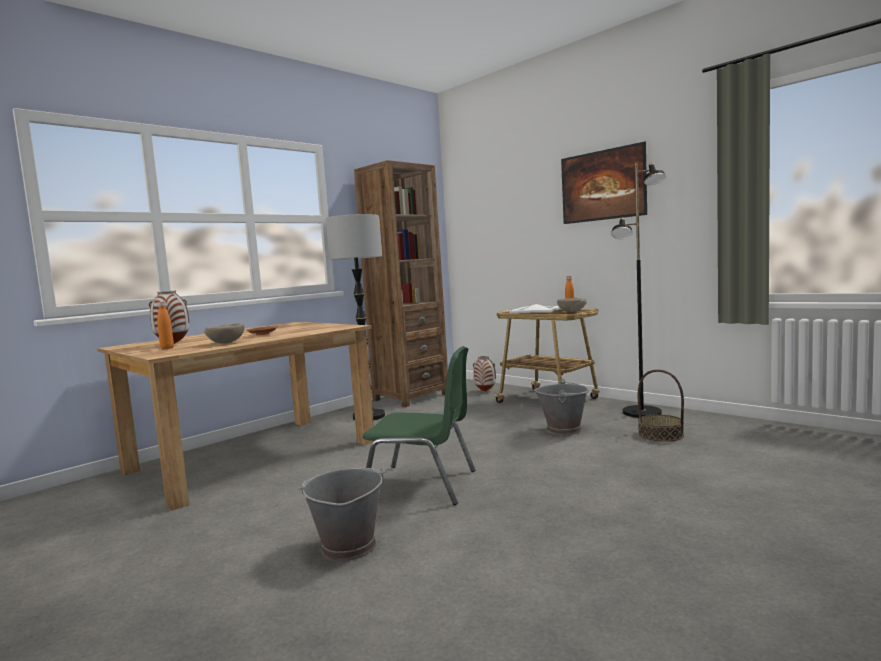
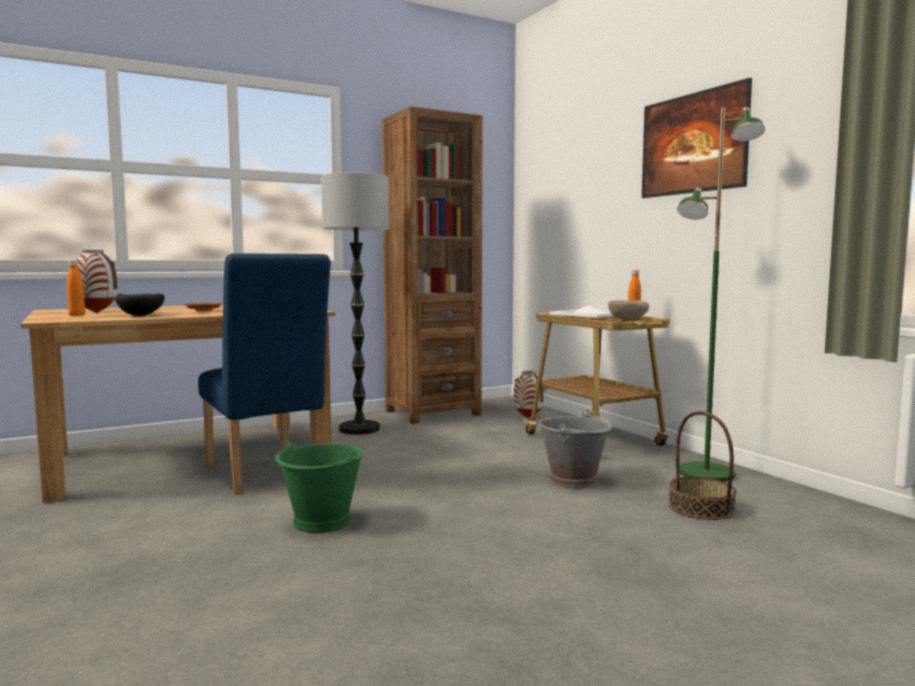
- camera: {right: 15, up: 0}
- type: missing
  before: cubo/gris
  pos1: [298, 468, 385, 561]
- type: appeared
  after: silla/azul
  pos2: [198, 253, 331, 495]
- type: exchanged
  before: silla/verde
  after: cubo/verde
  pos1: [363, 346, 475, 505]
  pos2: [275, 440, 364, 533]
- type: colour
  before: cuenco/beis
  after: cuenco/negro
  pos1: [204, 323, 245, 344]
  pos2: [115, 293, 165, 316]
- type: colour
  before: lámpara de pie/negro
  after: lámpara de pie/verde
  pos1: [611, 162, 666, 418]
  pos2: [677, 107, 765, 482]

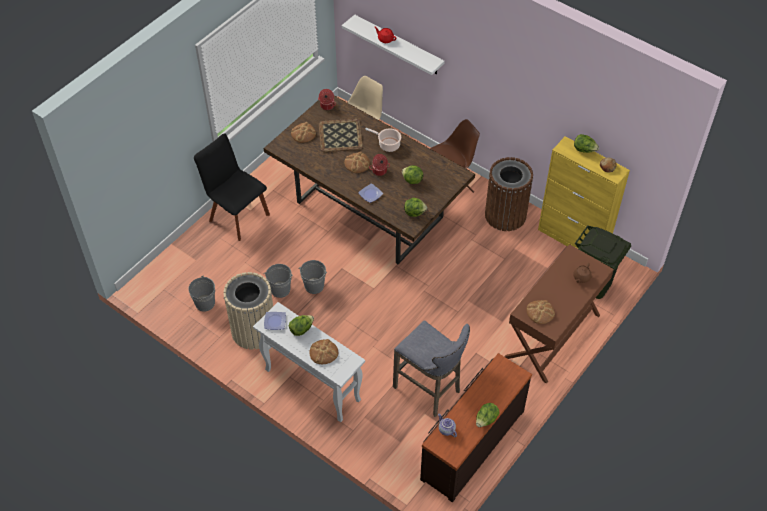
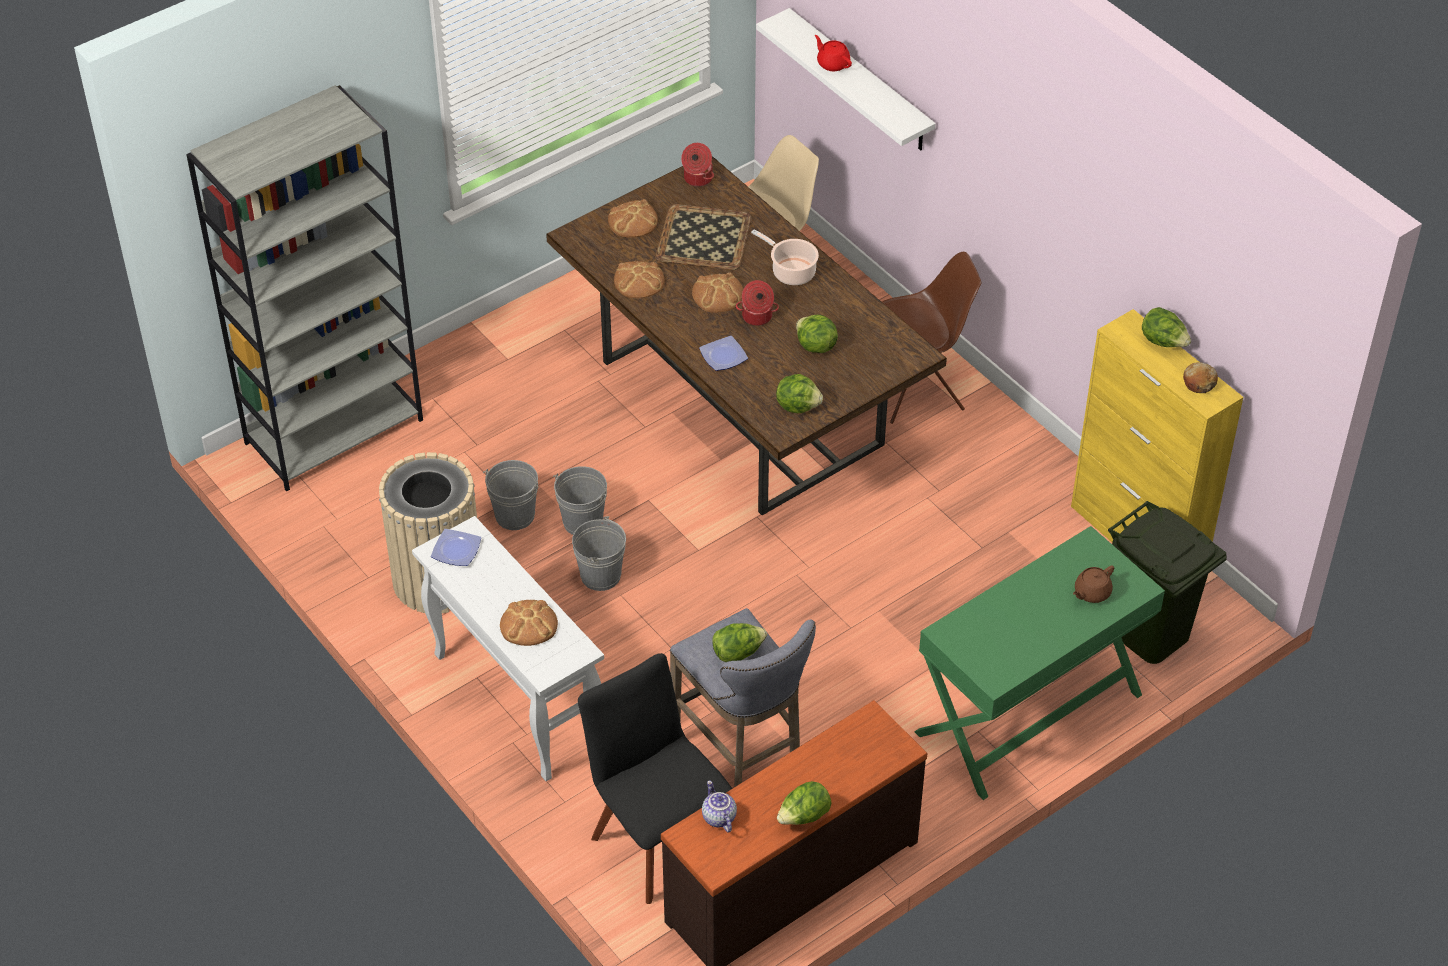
- camera: {right: 15, up: -5}
- type: missing
  before: papelera/marrón
  pos1: [485, 157, 533, 231]
- type: appeared
  after: estantería/gris
  pos2: [186, 85, 423, 492]
- type: relocated
  before: cubo/gris
  pos1: [188, 275, 215, 312]
  pos2: [572, 516, 626, 591]
- type: relocated
  before: silla/negro
  pos1: [194, 133, 270, 241]
  pos2: [578, 653, 732, 904]
- type: relocated
  before: lechuga
  pos1: [289, 315, 314, 336]
  pos2: [712, 623, 767, 662]
- type: relocated
  before: pan
  pos1: [527, 300, 555, 324]
  pos2: [614, 261, 664, 299]
- type: colour
  before: escritorio/marrón
  after: escritorio/verde
  pos1: [504, 244, 614, 384]
  pos2: [914, 526, 1165, 800]

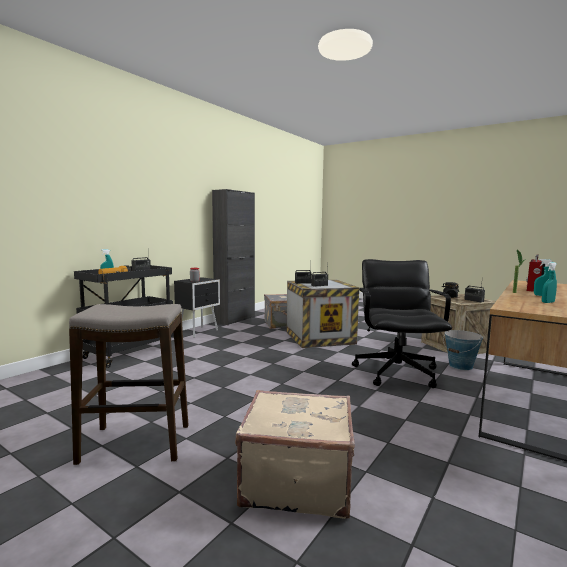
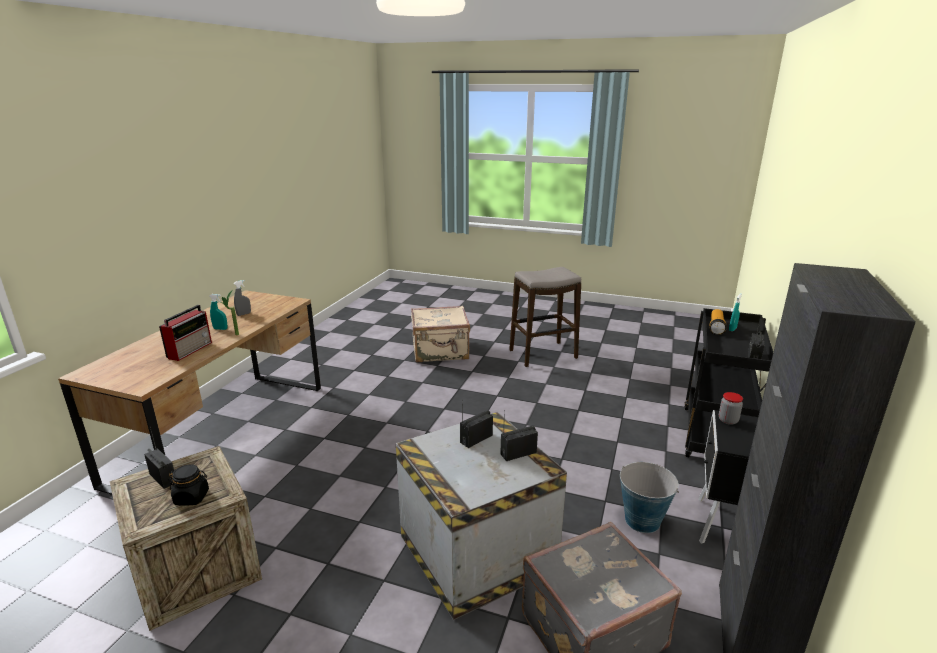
- camera: {right: 165, up: 15}
- type: missing
  before: silla de oficina/negro
  pos1: [352, 259, 452, 388]
- type: relocated
  before: cubo
  pos1: [443, 330, 483, 370]
  pos2: [620, 462, 679, 533]
- type: colour
  before: pulverizador/turquesa
  after: pulverizador/gris
  pos1: [542, 262, 557, 303]
  pos2: [234, 280, 251, 316]

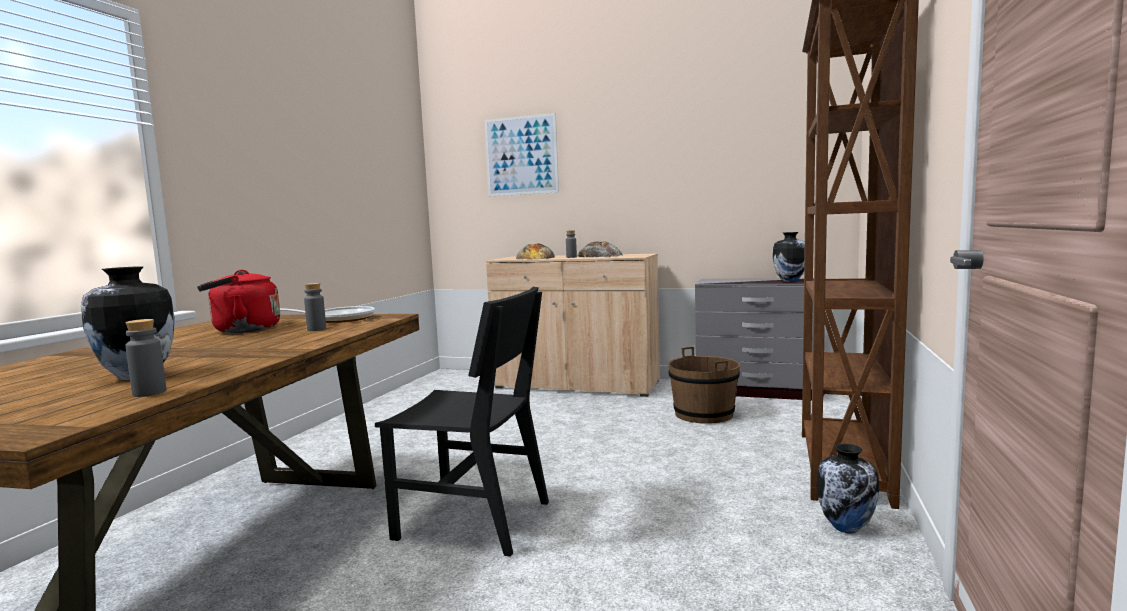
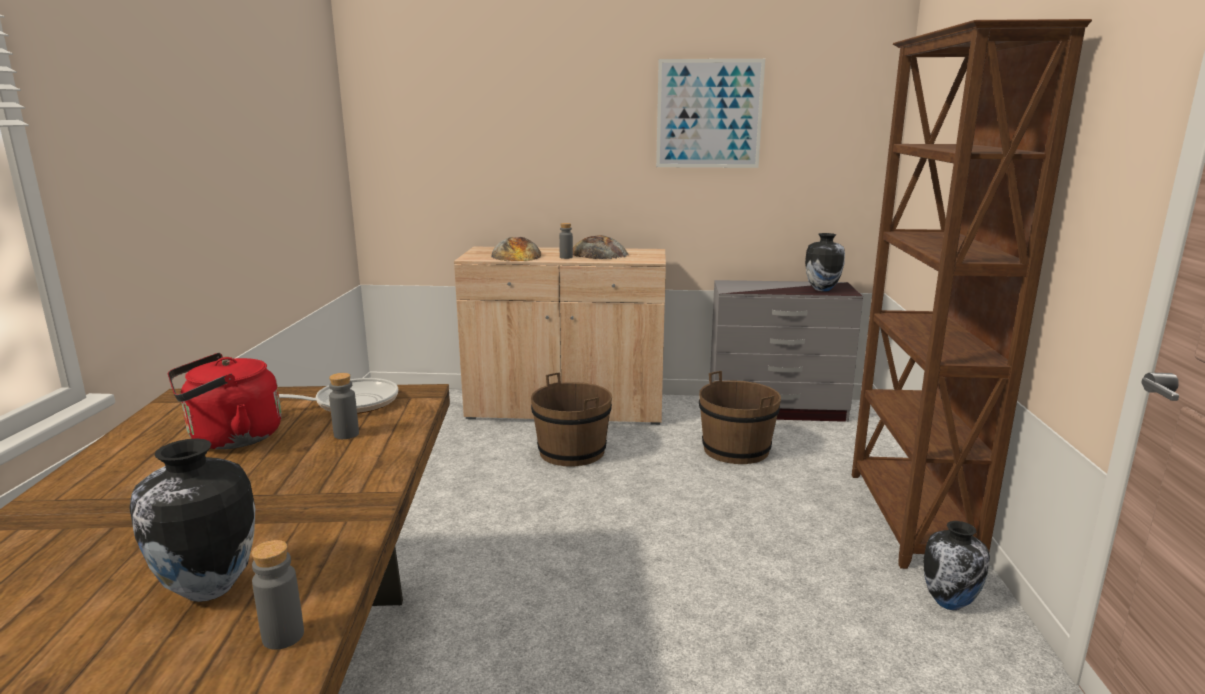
- camera: {right: -15, up: 10}
- type: missing
  before: silla/negro
  pos1: [375, 287, 549, 557]
- type: appeared
  after: cubo/marrón
  pos2: [531, 372, 612, 467]
- type: relocated
  before: cuadro
  pos1: [485, 113, 559, 196]
  pos2: [656, 59, 765, 168]

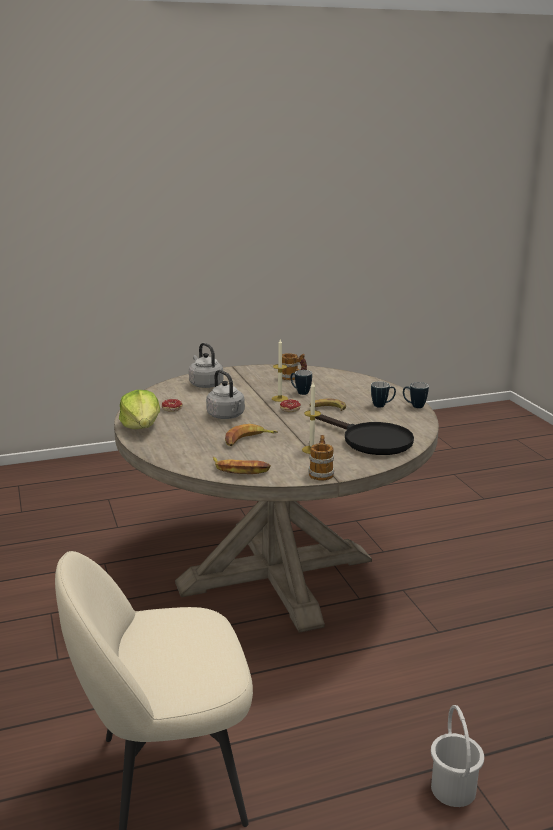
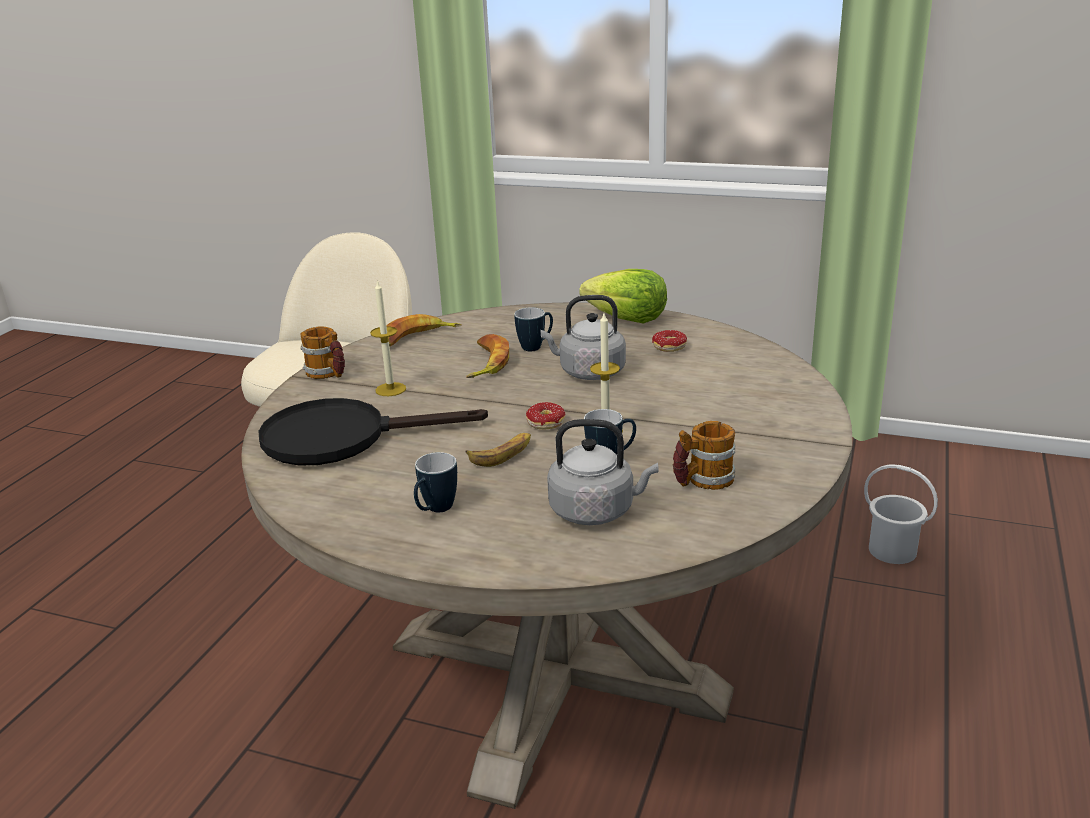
- camera: {right: 130, up: 5}
- type: relocated
  before: hervidor/gris
  pos1: [189, 343, 224, 388]
  pos2: [547, 419, 659, 525]
- type: relocated
  before: taza grande
  pos1: [403, 382, 429, 408]
  pos2: [514, 307, 553, 352]
- type: relocated
  before: cubo/blanco
  pos1: [431, 705, 484, 807]
  pos2: [864, 465, 938, 564]

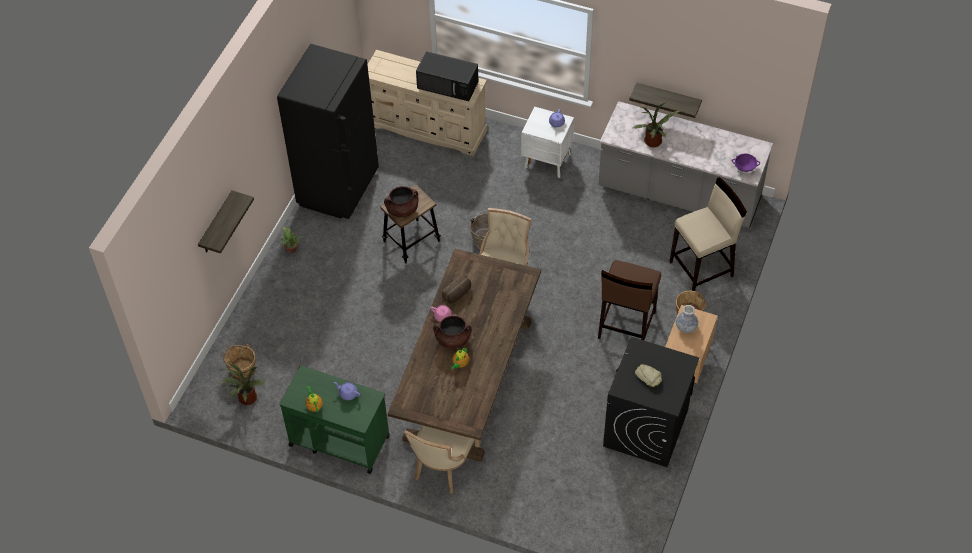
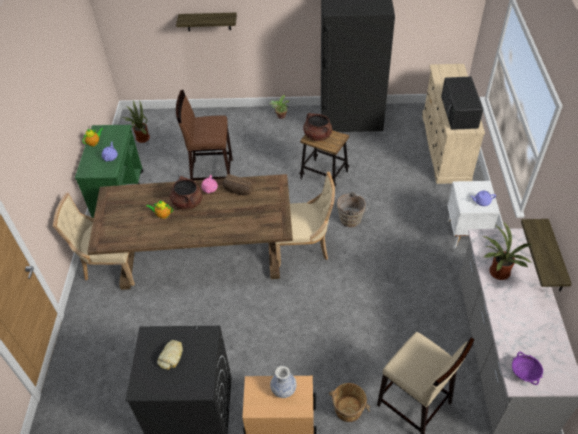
- camera: {right: 70, up: -5}
- type: missing
  before: cubo/marrón
  pos1: [223, 344, 255, 380]
- type: relocated
  before: taburete/marrón
  pos1: [598, 260, 661, 340]
  pos2: [176, 90, 233, 180]

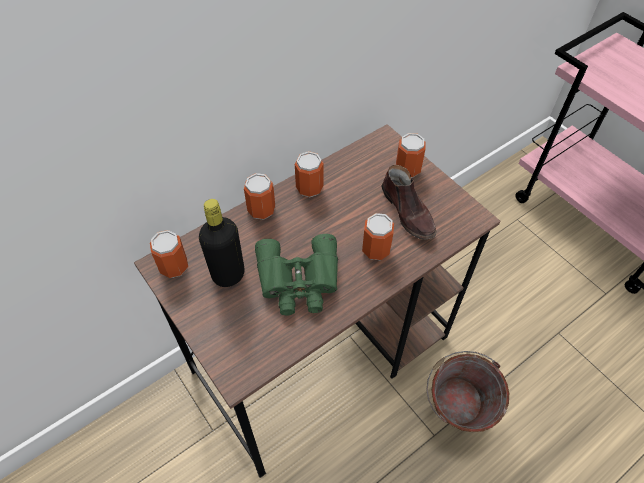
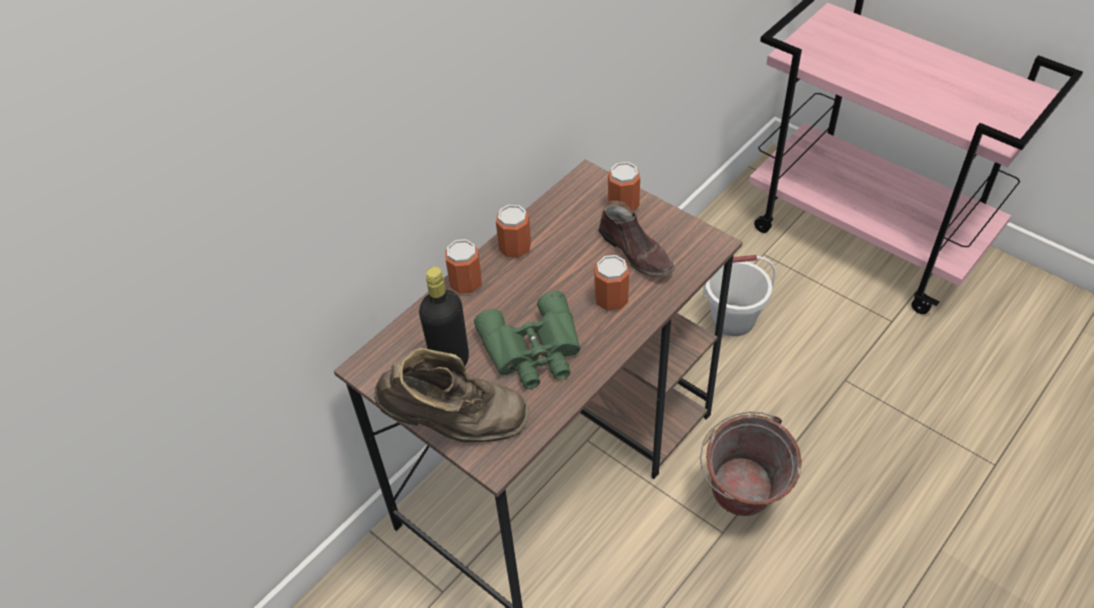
- camera: {right: -10, up: -5}
- type: missing
  before: lata
  pos1: [150, 230, 188, 278]
- type: appeared
  after: bota/marrón
  pos2: [374, 348, 529, 443]
- type: appeared
  after: cubo/blanco
  pos2: [702, 255, 776, 336]

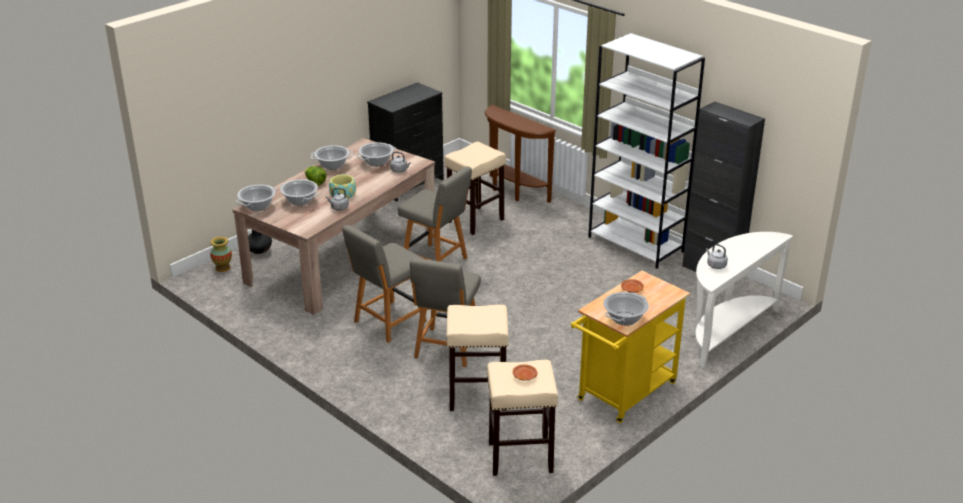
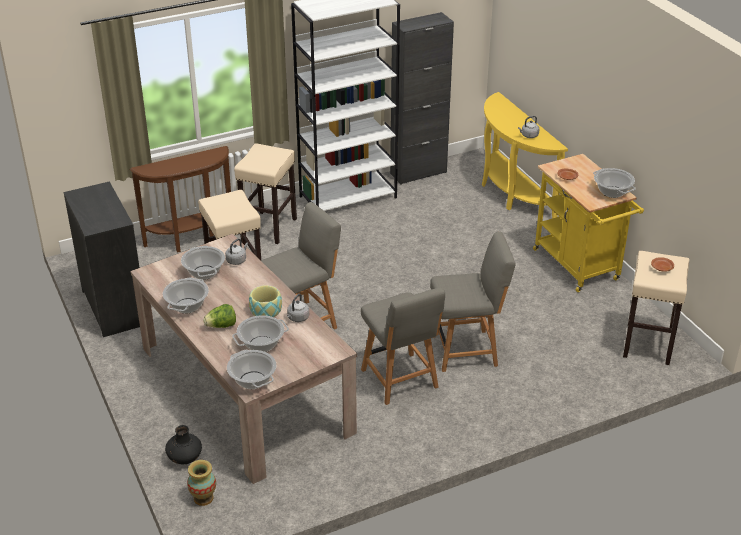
- camera: {right: -70, up: 5}
- type: relocated
  before: taburete/beis
  pos1: [447, 305, 508, 411]
  pos2: [234, 143, 297, 244]
- type: colour
  before: mesa consola/blanco
  after: mesa consola/amarillo
  pos1: [692, 232, 793, 368]
  pos2: [482, 92, 568, 219]
- type: spun
  before: silla/gris
  pos1: [410, 258, 481, 367]
  pos2: [430, 232, 515, 372]
  turn: -45

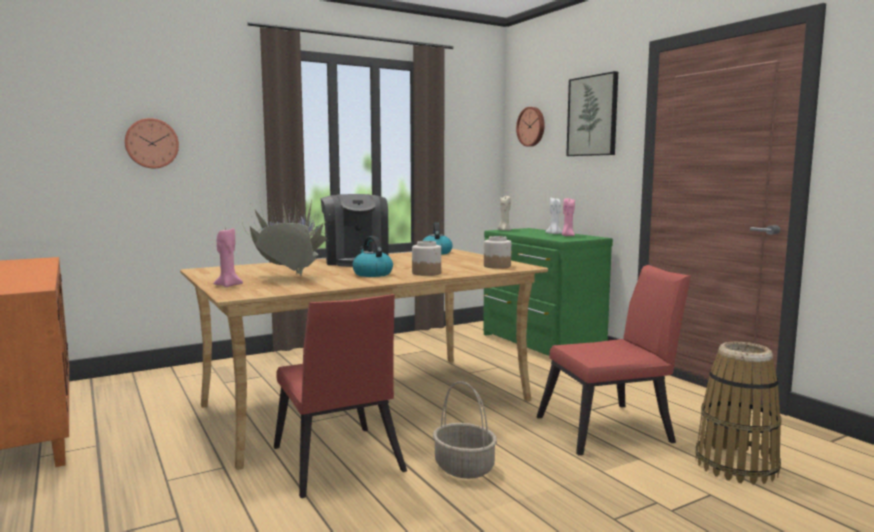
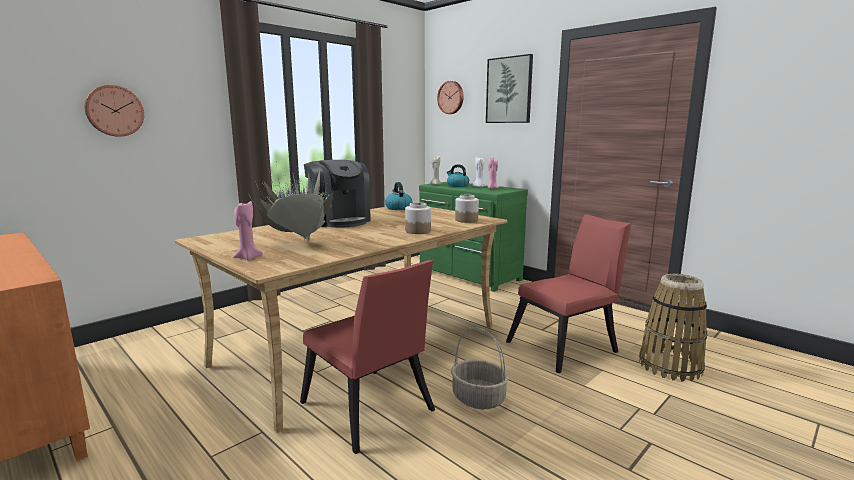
- camera: {right: -15, up: 5}
- type: relocated
  before: hervidor
  pos1: [352, 236, 393, 277]
  pos2: [447, 164, 469, 187]

